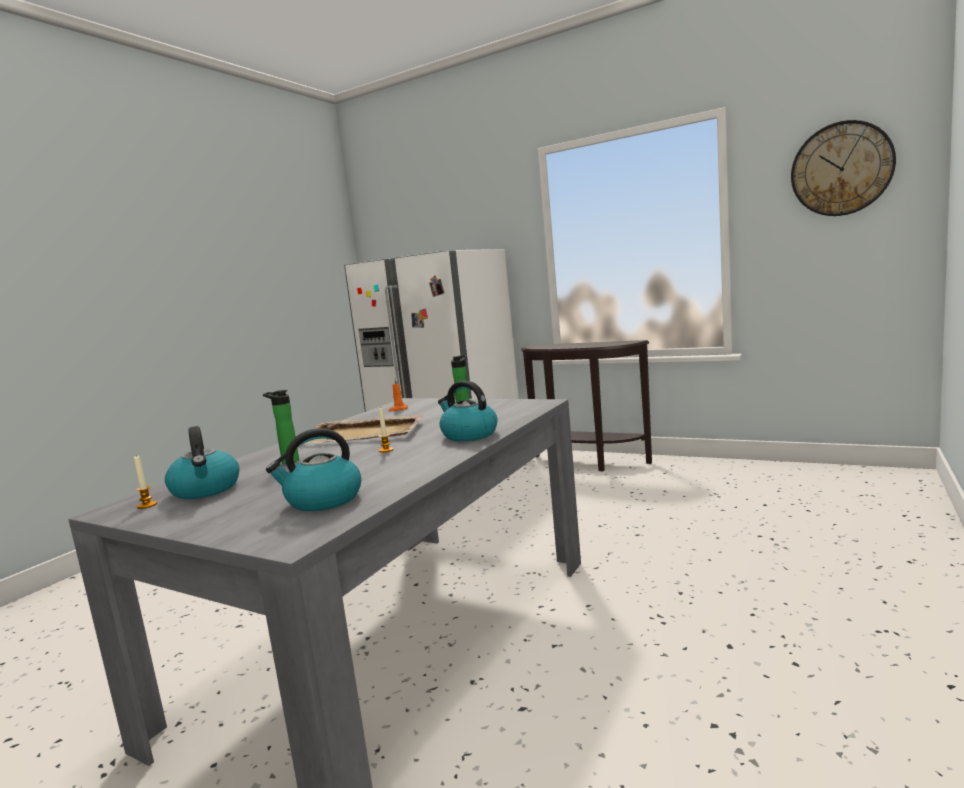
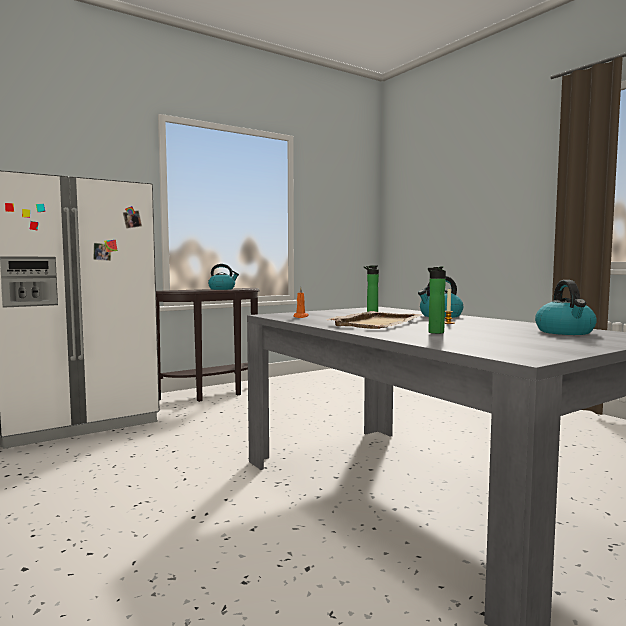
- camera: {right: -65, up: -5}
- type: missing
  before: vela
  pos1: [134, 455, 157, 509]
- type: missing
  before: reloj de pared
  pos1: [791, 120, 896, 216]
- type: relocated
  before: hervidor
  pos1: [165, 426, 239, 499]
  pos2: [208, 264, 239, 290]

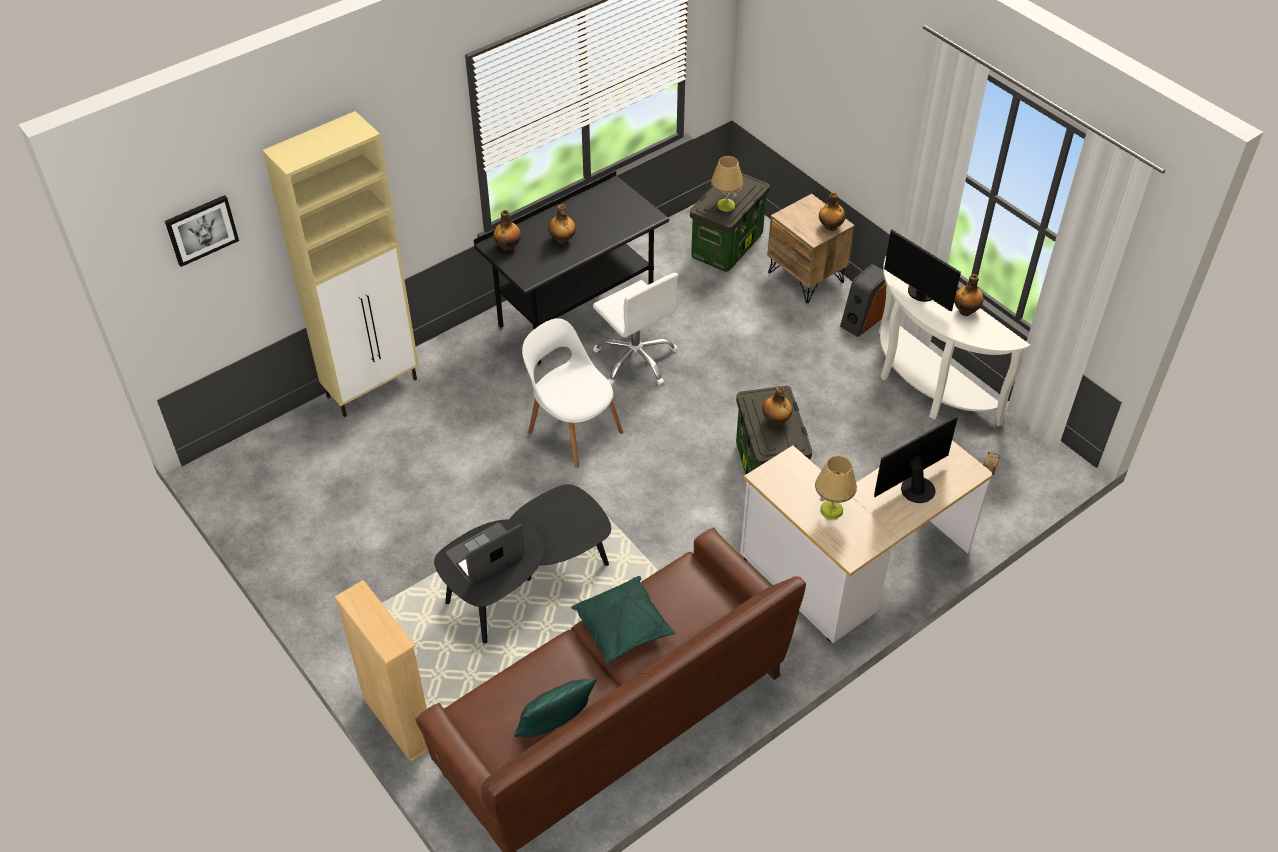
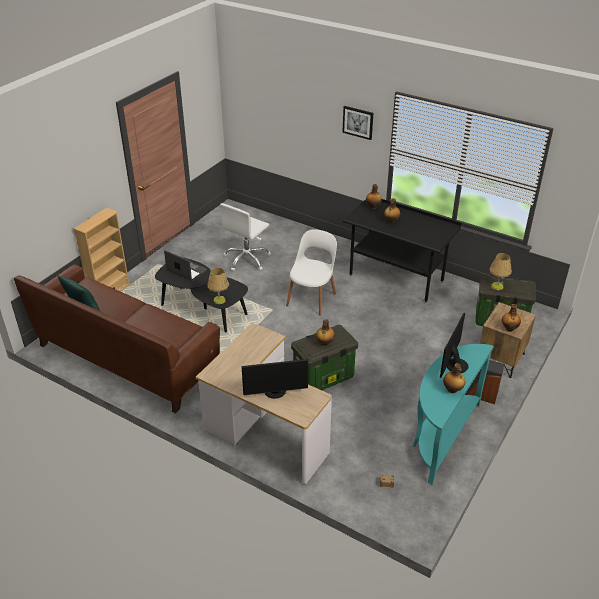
- camera: {right: 70, up: -10}
- type: missing
  before: armario/beis
  pos1: [263, 111, 419, 417]
- type: missing
  before: cojín/verde
  pos1: [571, 576, 676, 664]
- type: relocated
  before: cuadro
  pos1: [165, 195, 239, 267]
  pos2: [342, 106, 373, 140]
- type: relocated
  before: silla de oficina/blanco
  pos1: [593, 273, 678, 385]
  pos2: [220, 203, 271, 271]
- type: relocated
  before: lámpara de mesa
  pos1: [815, 456, 857, 519]
  pos2: [207, 267, 229, 304]
- type: colour
  before: mesa consola/blanco
  after: mesa consola/turquesa
  pos1: [878, 257, 1030, 426]
  pos2: [413, 344, 494, 484]
- type: spun
  before: monitor
  pos1: [874, 417, 958, 503]
  pos2: [242, 359, 308, 399]
  turn: 135

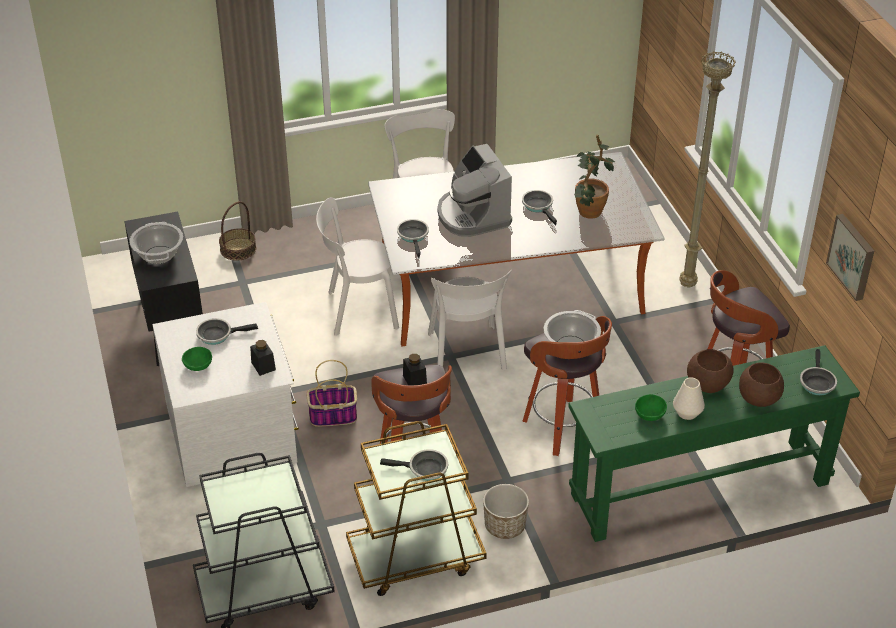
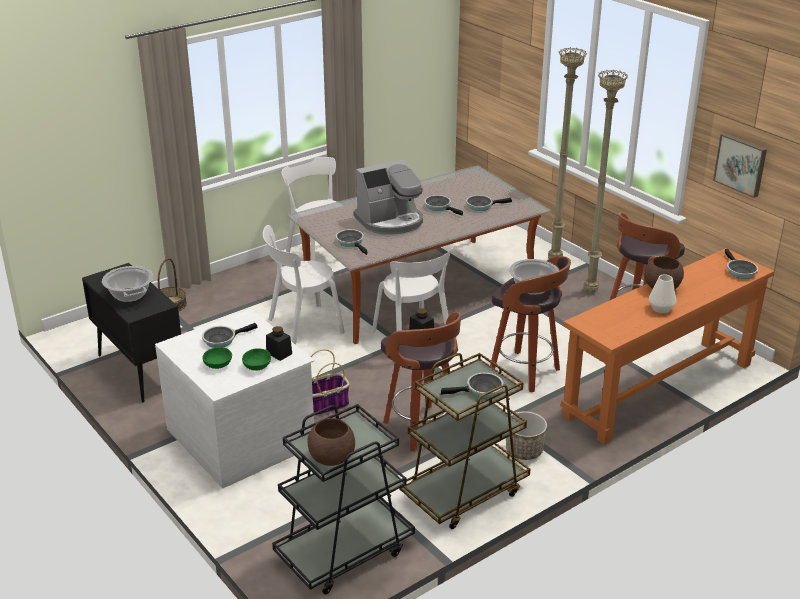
- camera: {right: -20, up: -10}
- type: appeared
  after: lámpara de pie/beis
  pos2: [584, 70, 628, 293]
- type: relocated
  before: cuenco/verde
  pos1: [635, 394, 667, 421]
  pos2: [242, 348, 271, 371]
- type: relocated
  before: cuenco/marrón
  pos1: [739, 362, 784, 407]
  pos2: [308, 418, 355, 466]
- type: exchanged
  before: planta en maceta
  after: sartén
  pos1: [574, 135, 615, 219]
  pos2: [466, 195, 512, 211]
- type: colour
  before: mesa consola/verde
  after: mesa consola/naranja
  pos1: [568, 345, 860, 542]
  pos2: [561, 248, 775, 445]
- type: spun
  before: cafetera
  pos1: [437, 144, 512, 237]
  pos2: [353, 159, 423, 235]
  turn: -75

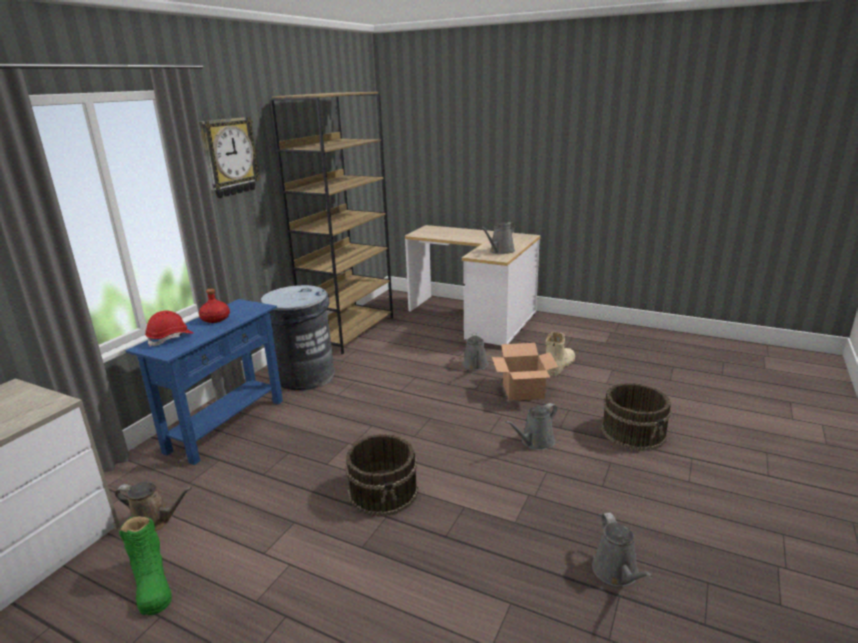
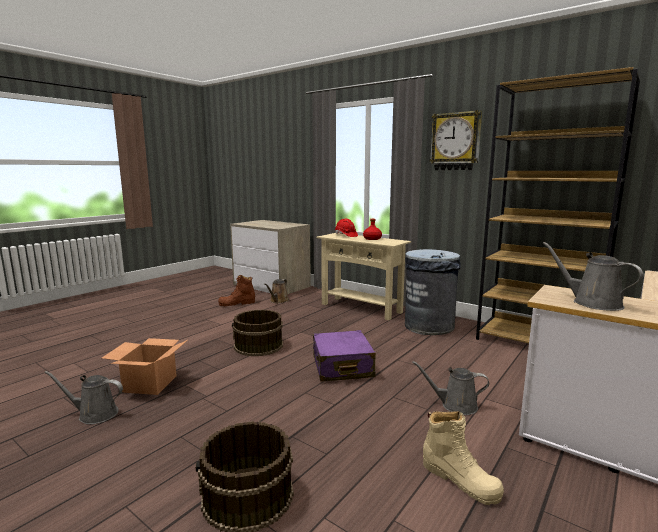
- camera: {right: 100, up: -10}
- type: missing
  before: regadera/gris
  pos1: [505, 403, 557, 450]
- type: appeared
  after: maleta/morado
  pos2: [312, 330, 376, 381]
- type: relocated
  before: caja de cartón
  pos1: [492, 343, 558, 401]
  pos2: [102, 338, 188, 395]
- type: colour
  before: bota/verde
  after: bota/marrón
  pos1: [119, 516, 172, 615]
  pos2: [218, 275, 255, 306]
- type: colour
  before: mesa consola/azul
  after: mesa consola/beis
  pos1: [125, 299, 283, 465]
  pos2: [316, 233, 411, 320]

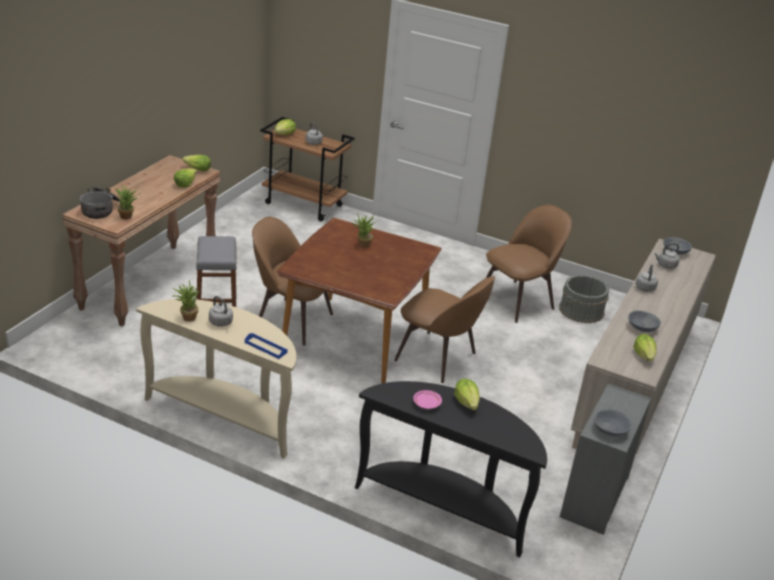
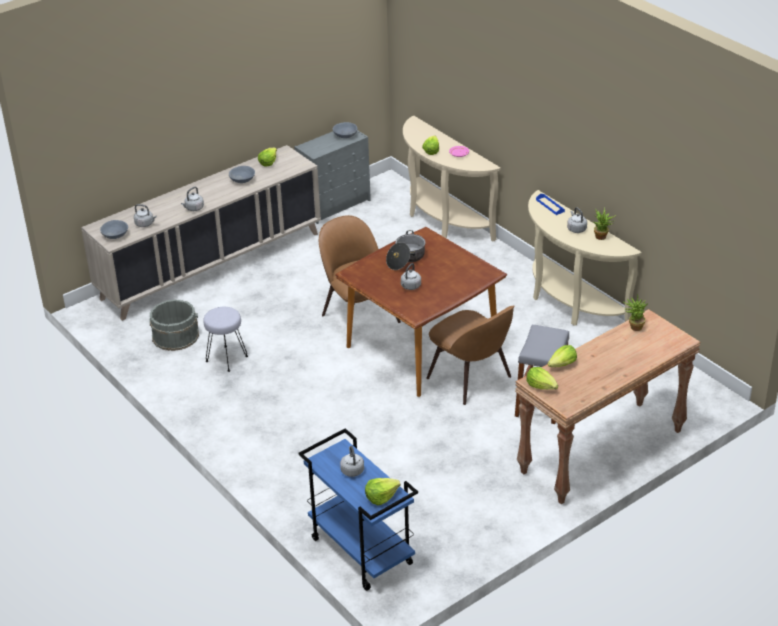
- camera: {right: -150, up: 5}
- type: relocated
  before: olla
  pos1: [79, 187, 121, 219]
  pos2: [386, 230, 426, 270]
- type: exchanged
  before: planta en maceta
  after: hervidor/gris
  pos1: [352, 214, 377, 247]
  pos2: [401, 263, 421, 290]
- type: exchanged
  before: silla/marrón
  after: taburete/gris
  pos1: [486, 205, 572, 323]
  pos2: [203, 307, 248, 372]
- type: colour
  before: carrito/marrón
  after: carrito/azul
  pos1: [260, 117, 355, 221]
  pos2: [298, 428, 418, 591]
- type: colour
  before: mesa consola/negro
  after: mesa consola/beis
  pos1: [355, 381, 547, 558]
  pos2: [403, 116, 501, 241]

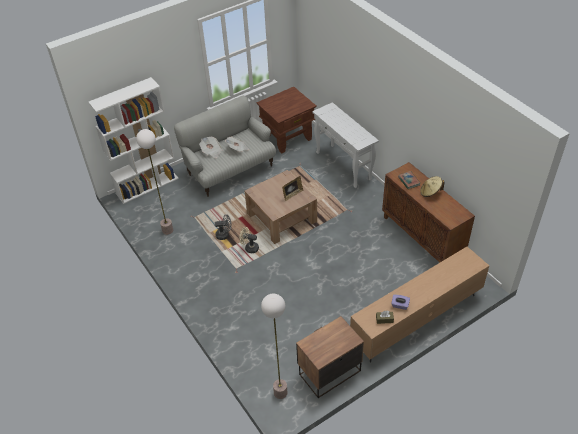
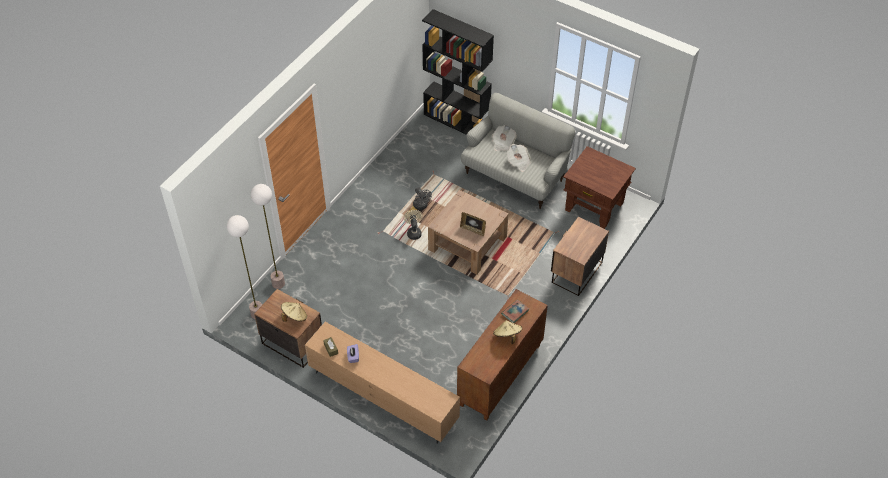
- camera: {right: 65, up: 5}
- type: appeared
  after: sombrero/beis
  pos2: [281, 302, 307, 322]
- type: relocated
  before: lámpara de pie
  pos1: [136, 129, 173, 235]
  pos2: [251, 184, 285, 289]
- type: exchanged
  before: mesa consola/blanco
  after: mesita de noche
  pos1: [312, 102, 379, 188]
  pos2: [551, 217, 609, 296]
- type: colour
  before: estantería/blanco
  after: estantería/negro
  pos1: [88, 77, 179, 204]
  pos2: [422, 9, 494, 135]

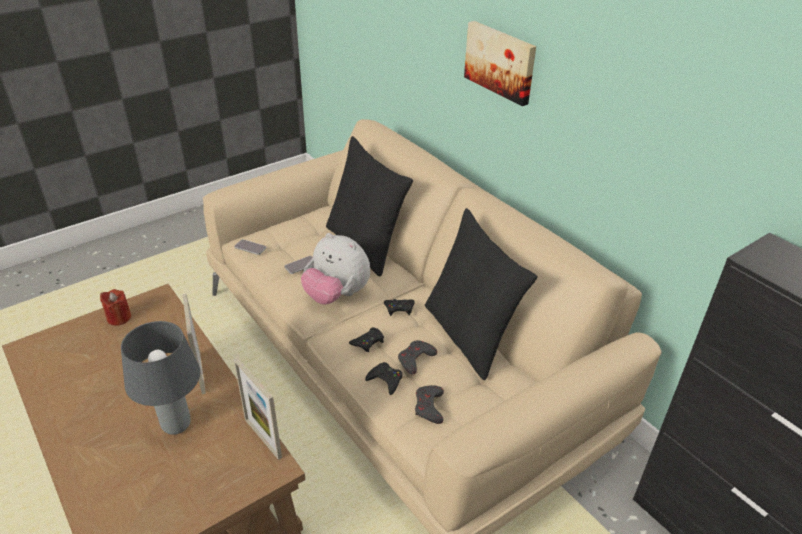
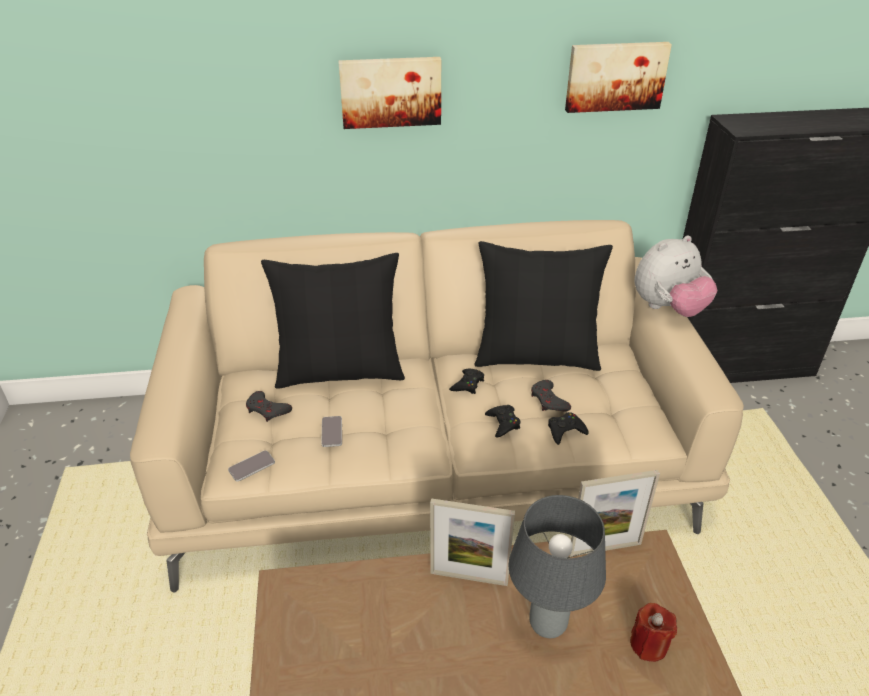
- camera: {right: -60, up: 0}
- type: appeared
  after: cuadro
  pos2: [565, 42, 672, 113]
- type: relocated
  before: vela/rojo
  pos1: [100, 289, 131, 326]
  pos2: [630, 603, 677, 662]
- type: relocated
  before: peluche
  pos1: [301, 233, 370, 305]
  pos2: [634, 235, 718, 317]
- type: relocated
  before: mando de consola/gris
  pos1: [415, 385, 444, 424]
  pos2: [246, 391, 292, 422]

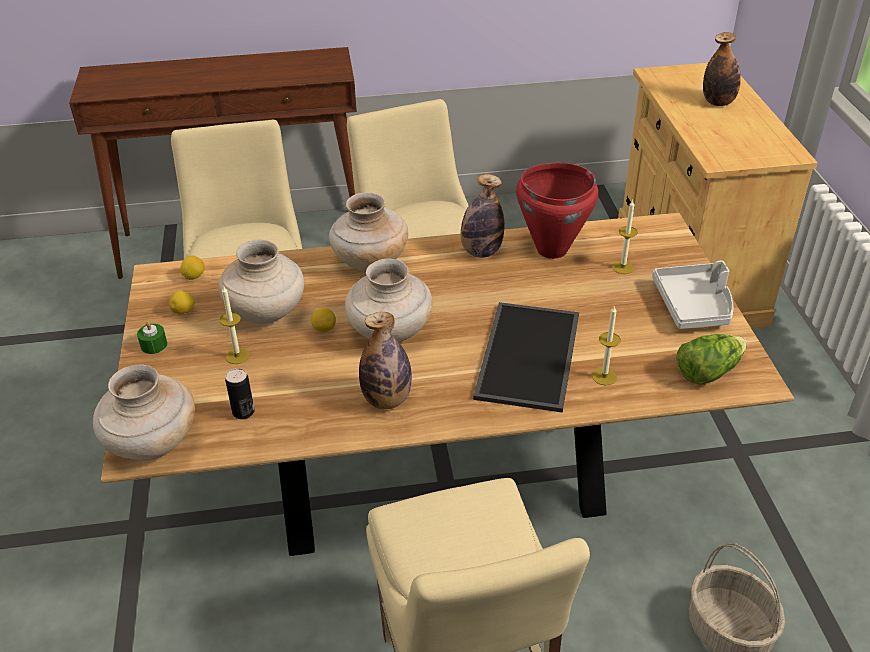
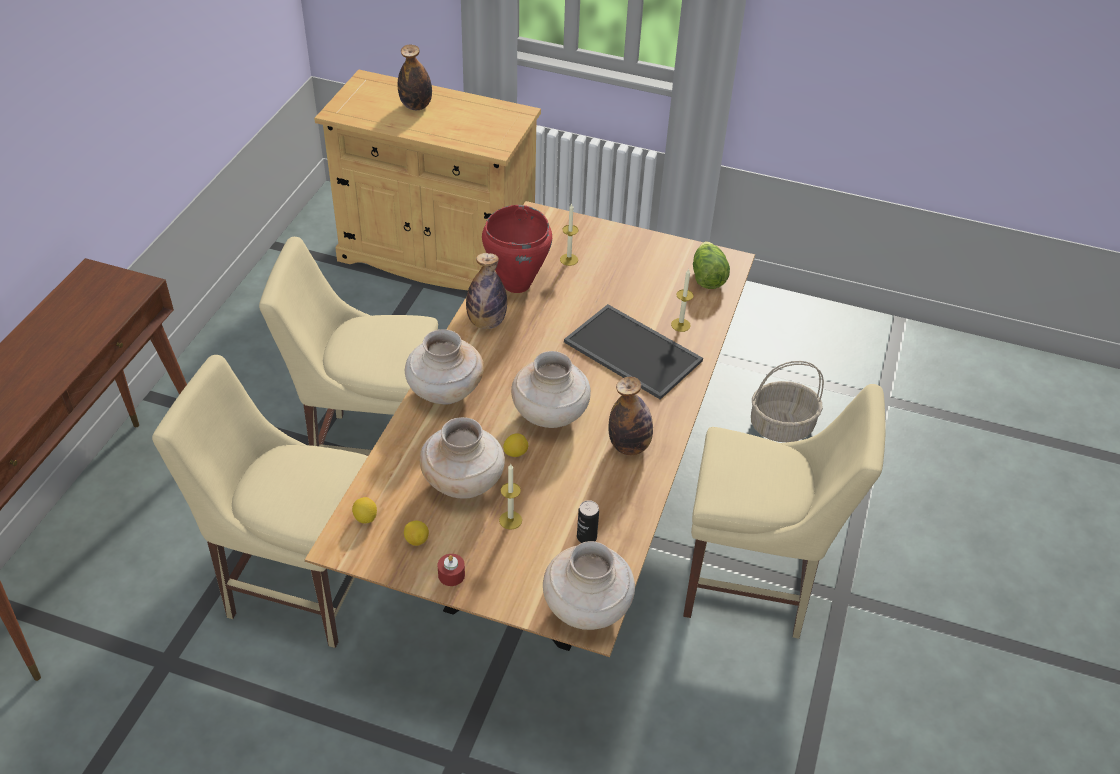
- camera: {right: -65, up: 5}
- type: missing
  before: bandeja/gris
  pos1: [652, 261, 733, 329]
- type: colour
  before: vela/verde
  after: vela/rojo
  pos1: [137, 321, 167, 354]
  pos2: [437, 554, 465, 586]

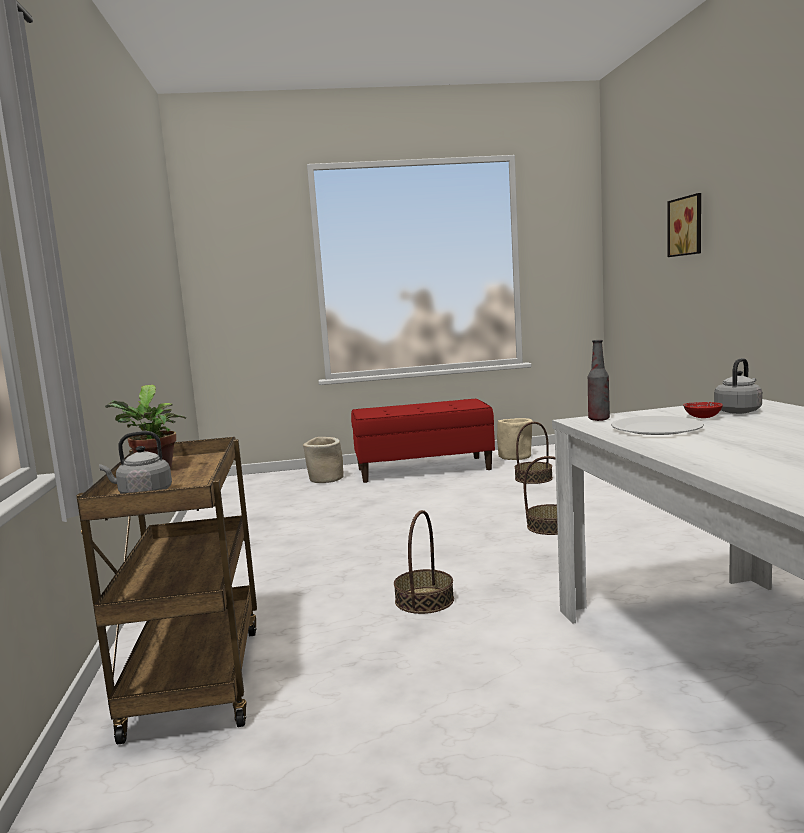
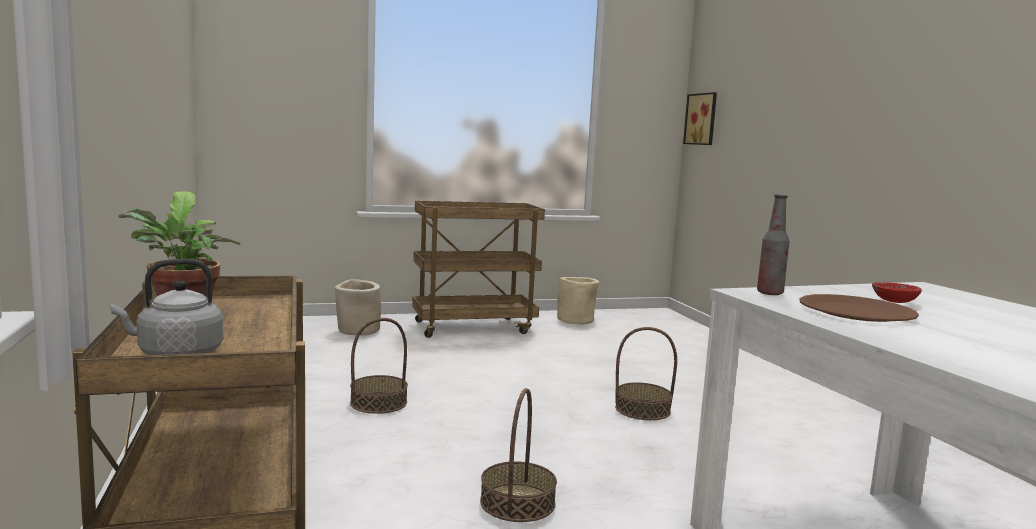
- camera: {right: -10, up: 0}
- type: missing
  before: hervidor/gris
  pos1: [714, 358, 762, 414]
- type: relocated
  before: cesta
  pos1: [514, 422, 553, 484]
  pos2: [350, 318, 408, 414]
- type: relocated
  before: cuadro
  pos1: [668, 193, 701, 257]
  pos2: [683, 92, 717, 145]
- type: exchanged
  before: banco/rojo
  after: carrito/marrón
  pos1: [351, 399, 495, 483]
  pos2: [412, 201, 545, 338]
- type: colour
  before: plato/blanco
  after: plato/marrón
  pos1: [611, 416, 704, 435]
  pos2: [799, 294, 919, 322]

